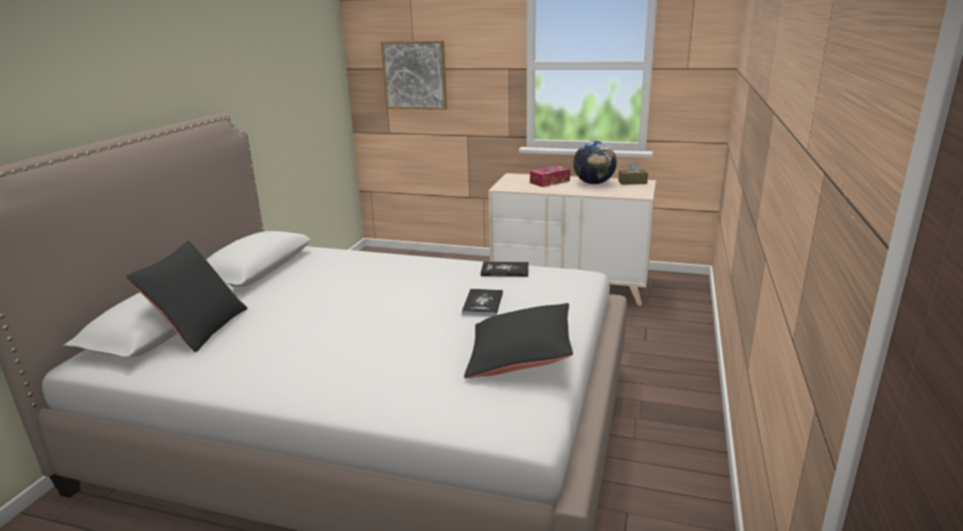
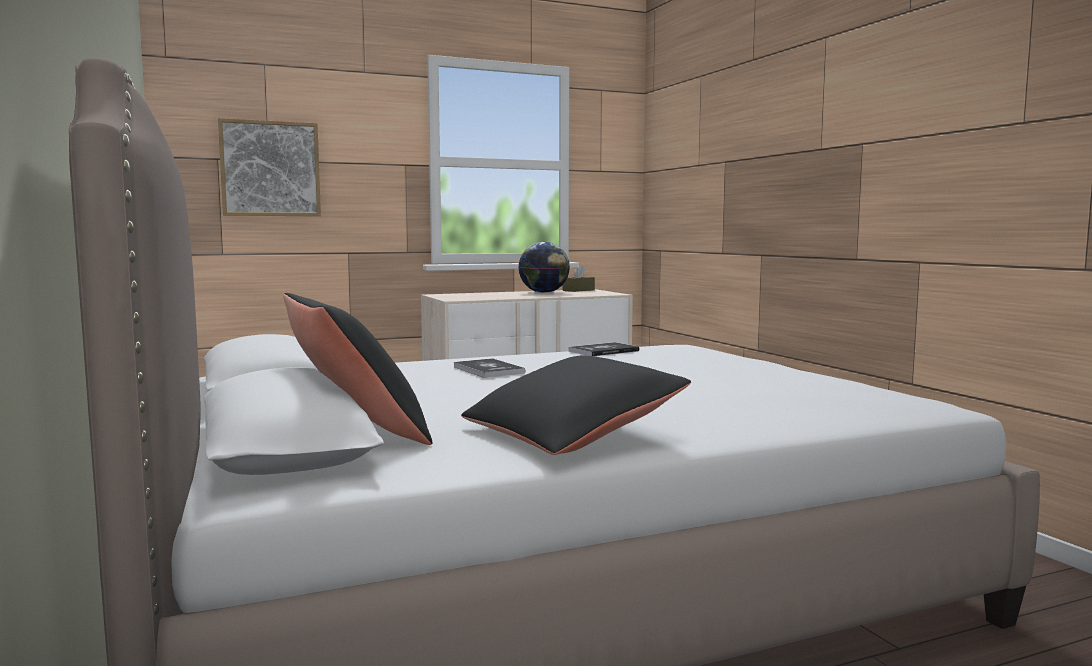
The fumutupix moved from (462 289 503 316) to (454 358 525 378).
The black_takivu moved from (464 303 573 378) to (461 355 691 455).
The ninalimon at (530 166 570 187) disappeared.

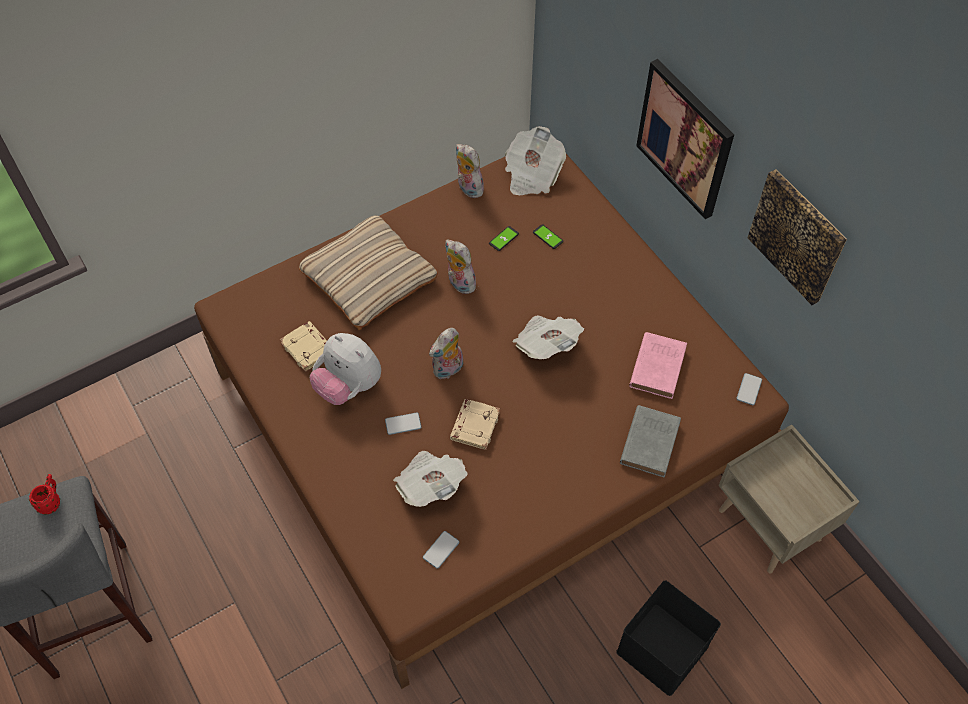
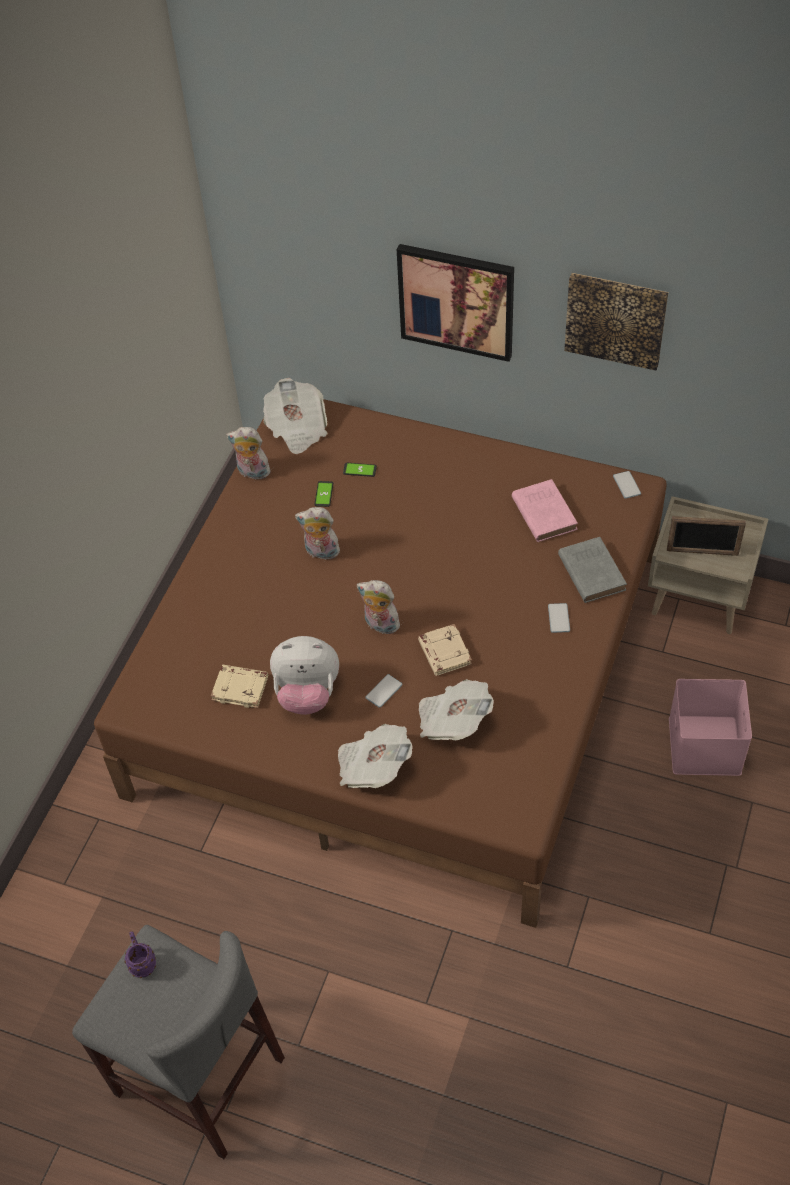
The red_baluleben at (29 474 60 515) became the purple_baluleben at (124 932 156 978).
The beige_takivu at (299 215 438 330) disappeared.
The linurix moved from (423 531 459 569) to (548 603 570 633).
The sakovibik at (429 328 463 379) turned 105 degrees clockwise.
The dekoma moved from (512 315 584 359) to (338 724 413 788).
The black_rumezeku at (616 580 721 696) became the pink_rumezeku at (669 679 752 776).
The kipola at (667 516 746 556) appeared.

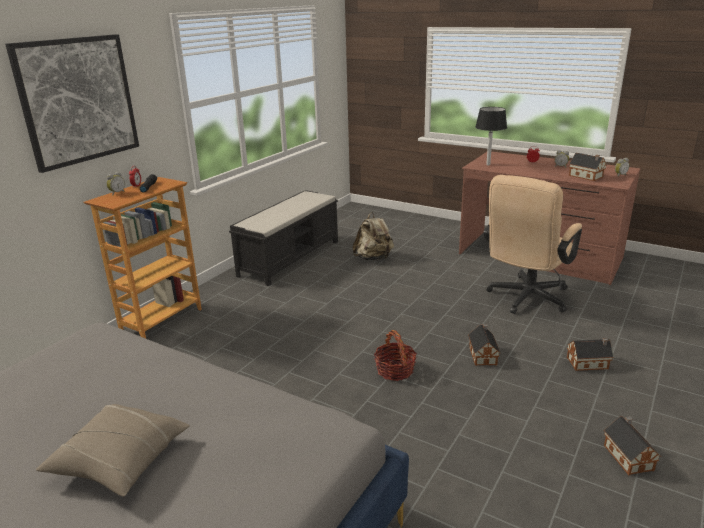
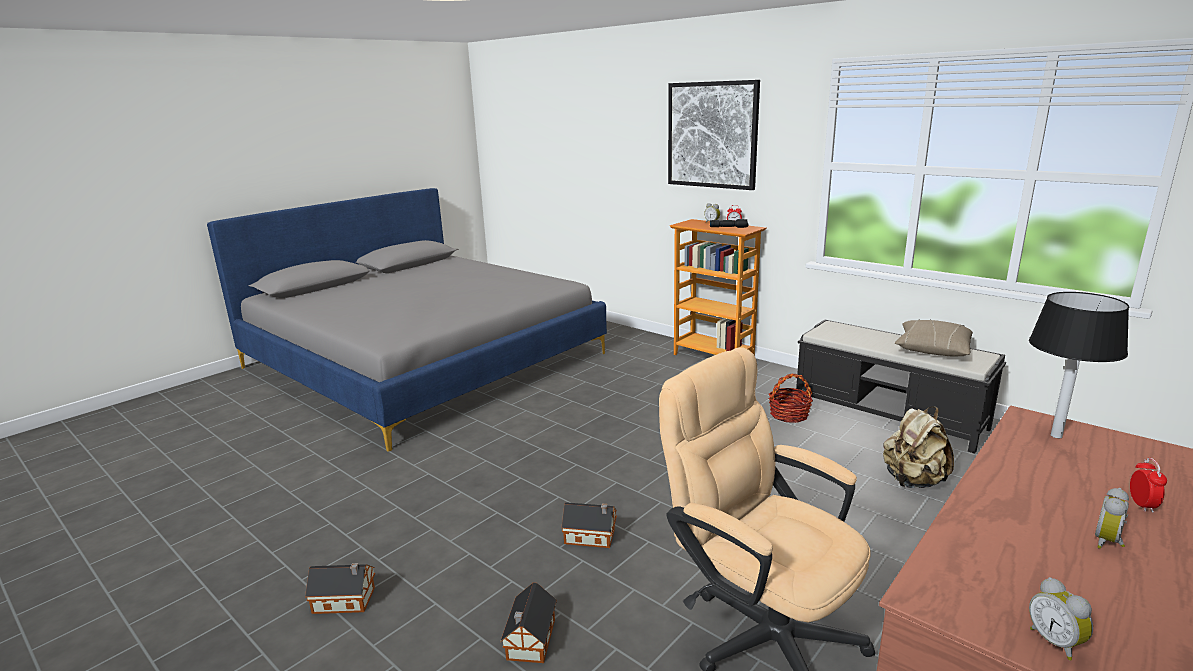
The beige_takivu moved from (36 404 190 496) to (895 319 973 356).
The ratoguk moved from (374 330 417 381) to (769 374 813 423).
The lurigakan at (569 153 607 181) disappeared.

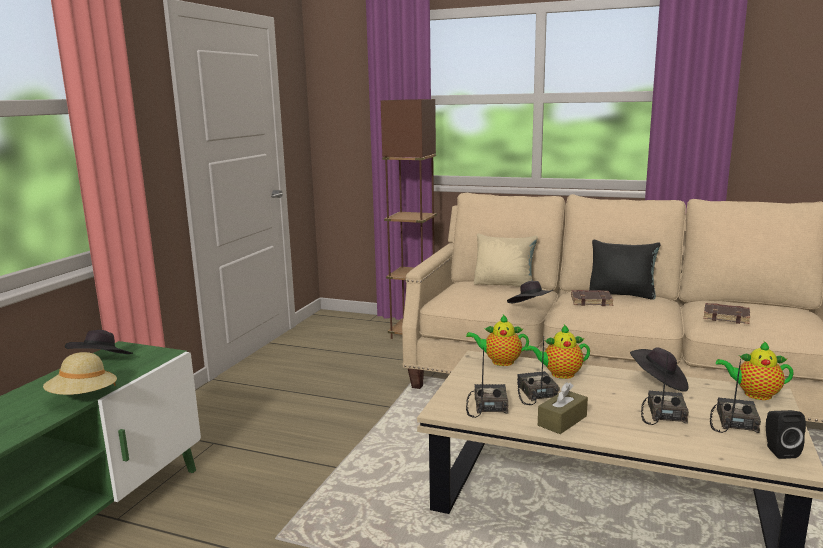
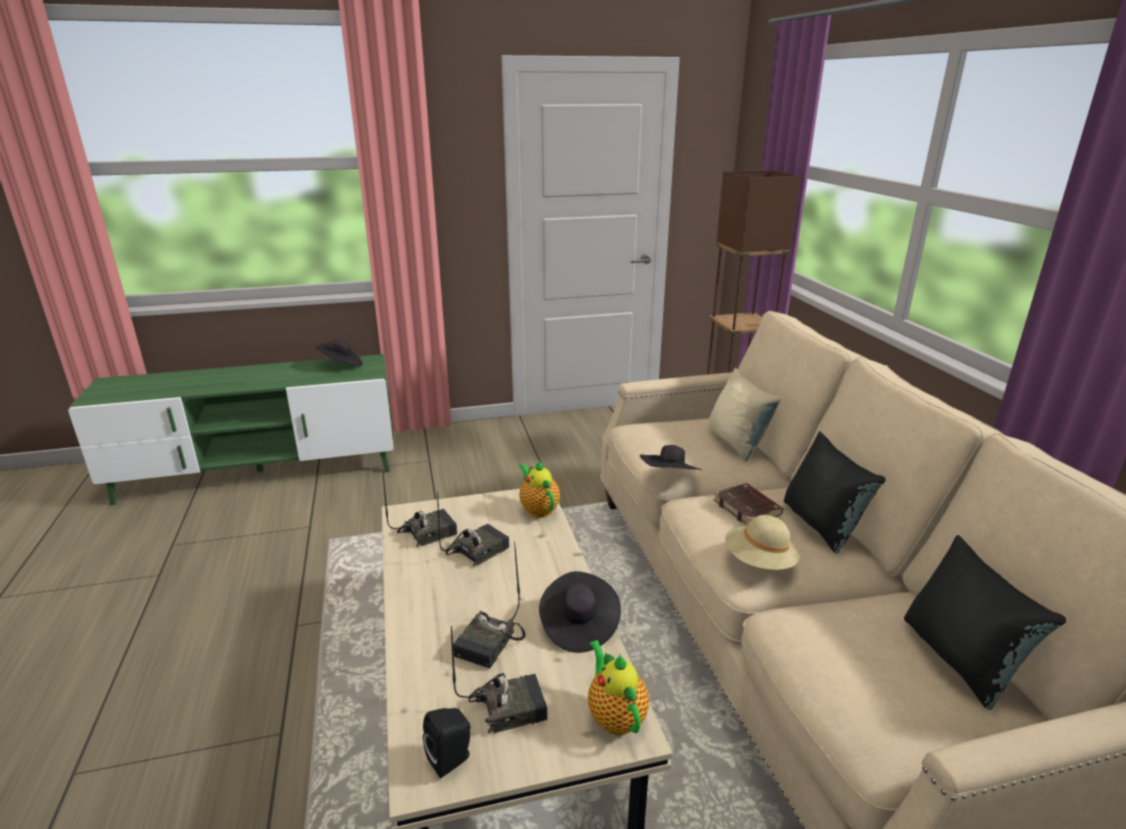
The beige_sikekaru moved from (43 352 117 395) to (725 515 799 570).
The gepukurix at (525 325 590 379) disappeared.
The brown_ninalimon at (538 382 588 434) disappeared.
The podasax at (641 355 689 425) turned 135 degrees clockwise.
The brown_fumutupix at (703 303 750 324) disappeared.
The black_takivu at (904 535 1066 710) appeared.

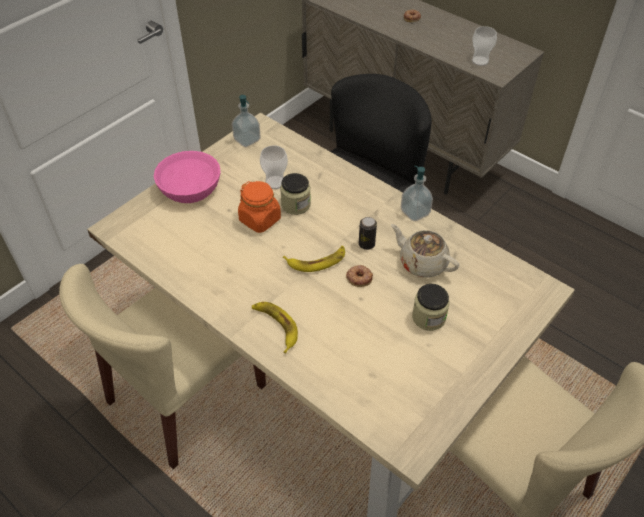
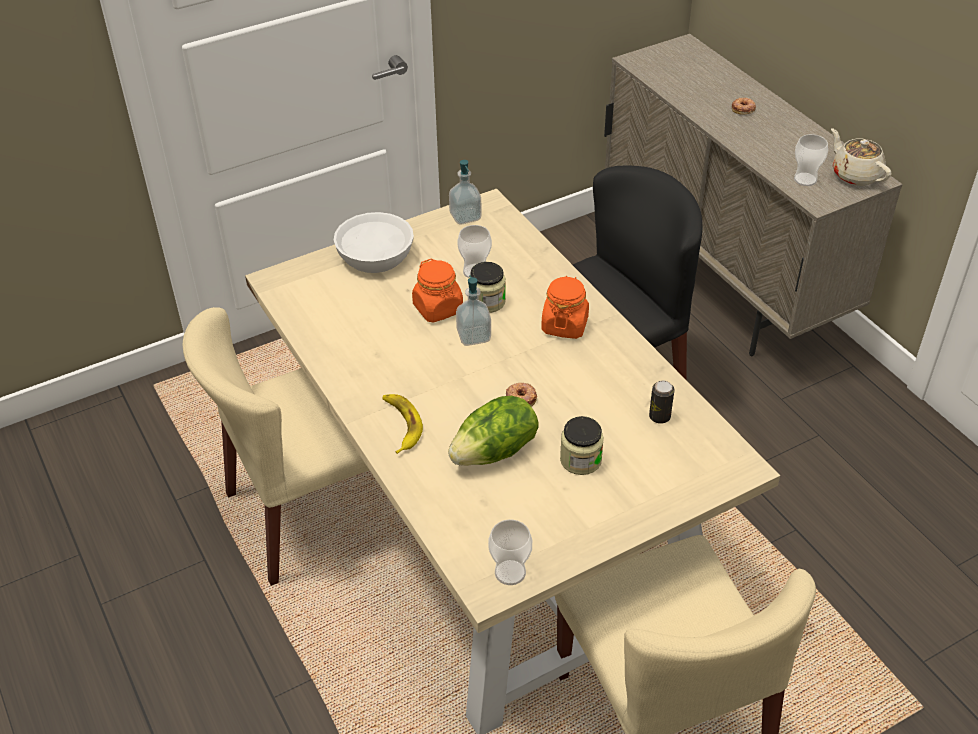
The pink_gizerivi at (154 151 221 203) became the white_gizerivi at (334 212 414 273).
The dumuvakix at (283 246 345 272) disappeared.
The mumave moved from (359 217 377 250) to (649 381 675 424).
The beige_gepukurix moved from (391 224 460 278) to (831 128 891 186).
The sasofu moved from (401 166 433 221) to (456 275 491 346).
The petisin at (448 396 539 466) appeared.
The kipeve at (488 520 532 585) appeared.
The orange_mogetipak at (541 276 589 339) appeared.

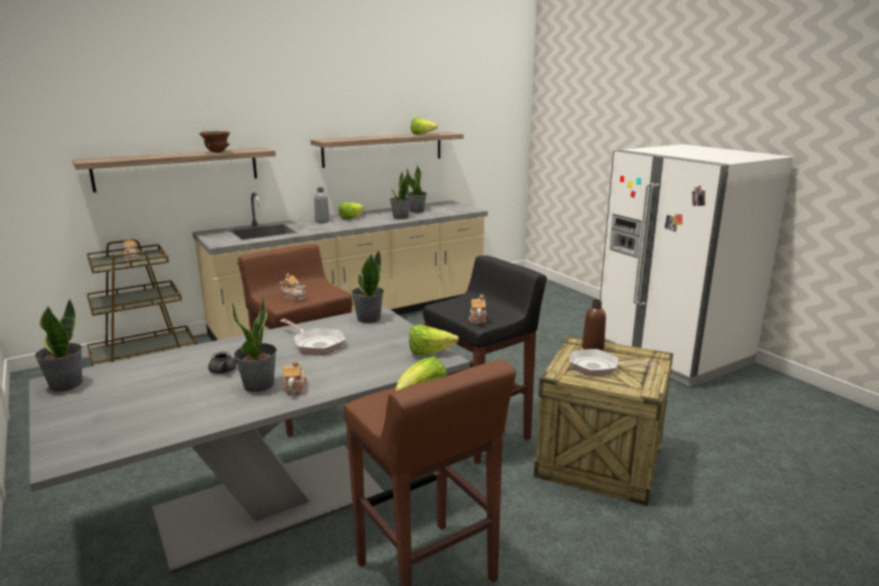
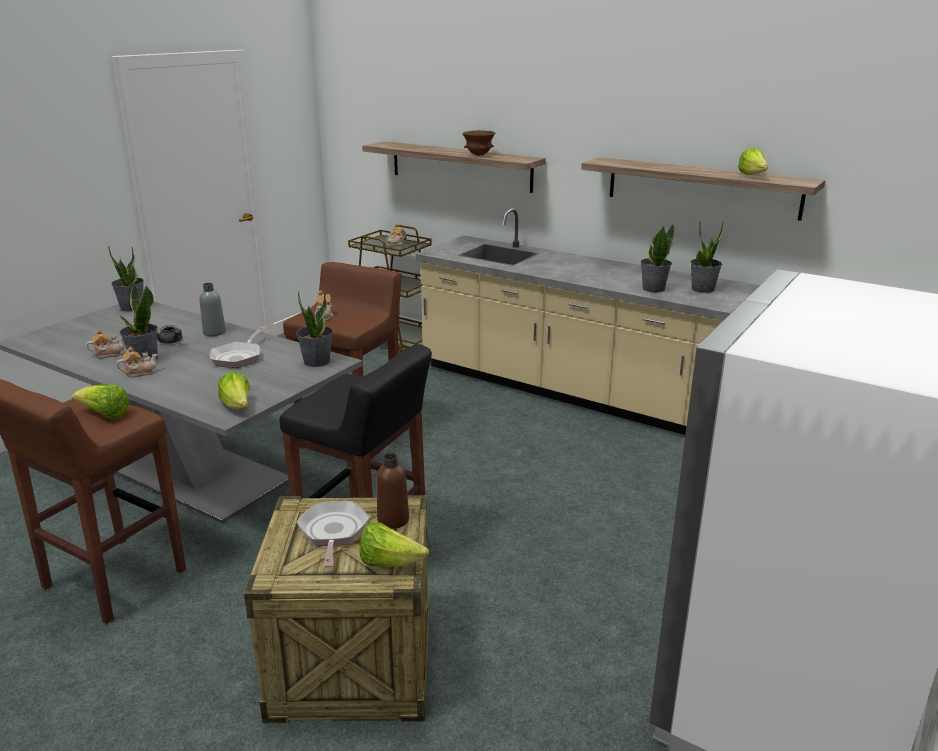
The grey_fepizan moved from (314 187 330 223) to (200 283 226 336).
The petisin moved from (339 202 364 220) to (360 522 429 567).
The gepukurix moved from (468 294 487 324) to (86 329 125 358).

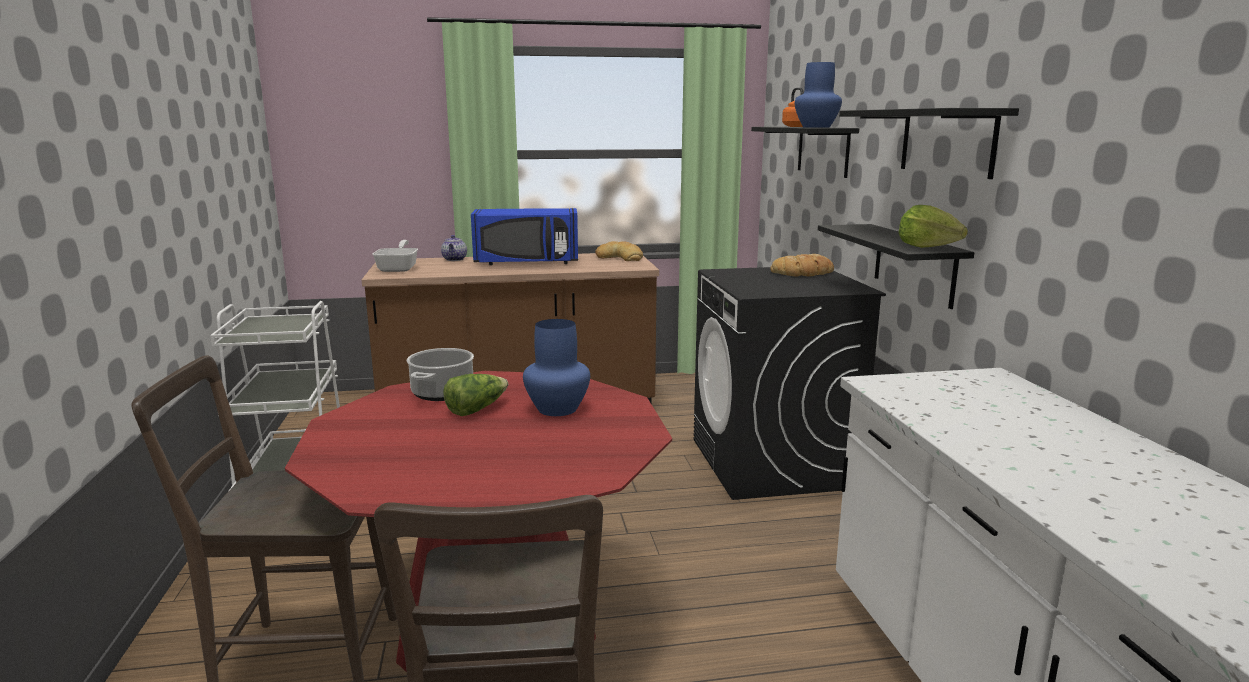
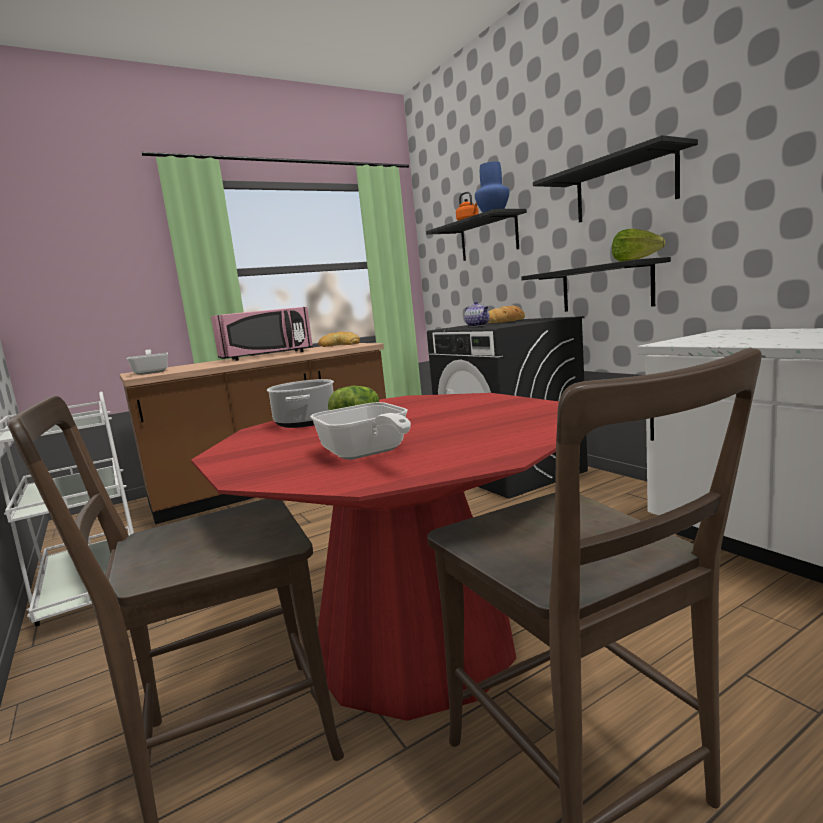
The gepukurix moved from (441 235 467 261) to (464 301 490 327).
The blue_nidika at (471 208 578 265) became the pink_nidika at (211 307 313 361).
The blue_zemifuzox at (523 319 590 416) disappeared.
The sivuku at (310 402 411 460) appeared.

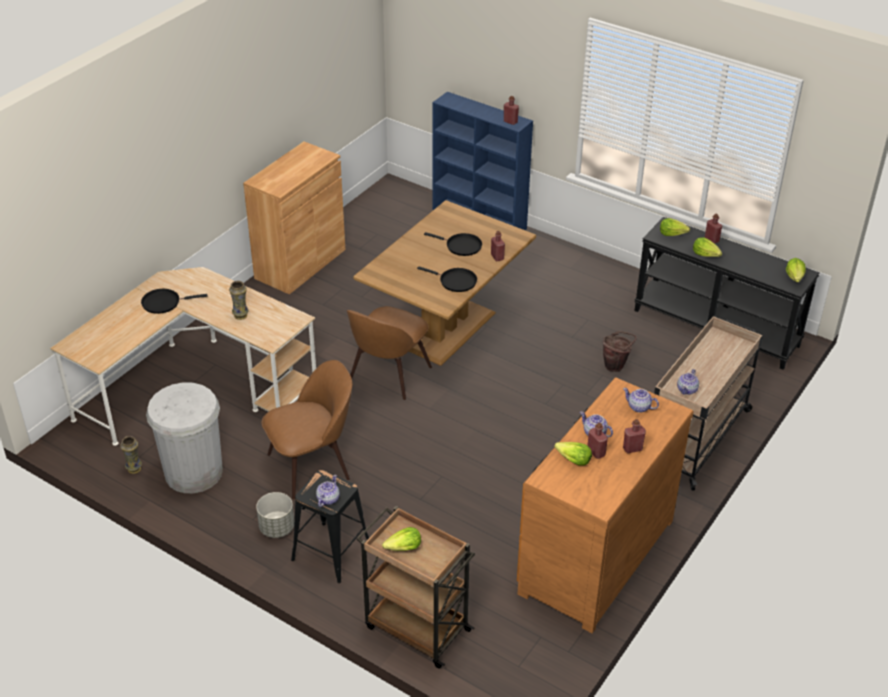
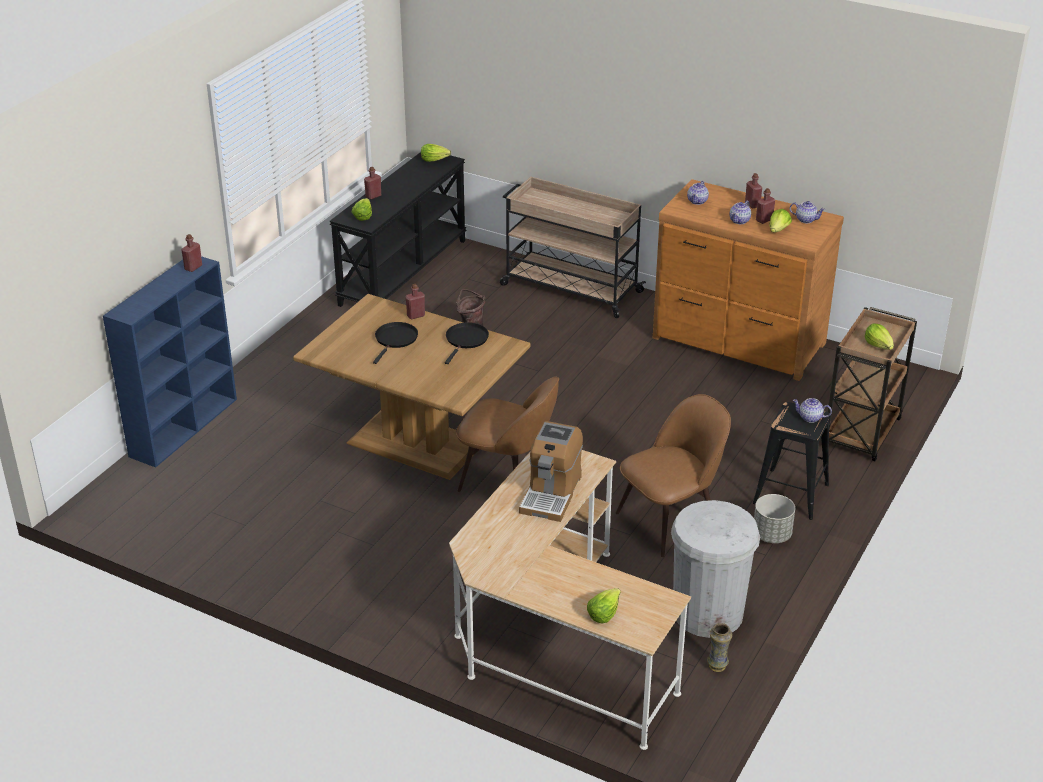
The black_sivuku at (141 289 207 314) disappeared.
The zemifuzox at (229 281 248 320) was replaced by the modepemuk at (519 421 583 522).
The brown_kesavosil at (243 142 345 294) disappeared.
The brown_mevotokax at (262 360 352 499) turned 90 degrees clockwise.
The gepukurix moved from (677 369 699 395) to (790 201 825 223).
The petisin moved from (693 237 722 257) to (587 588 621 623).

